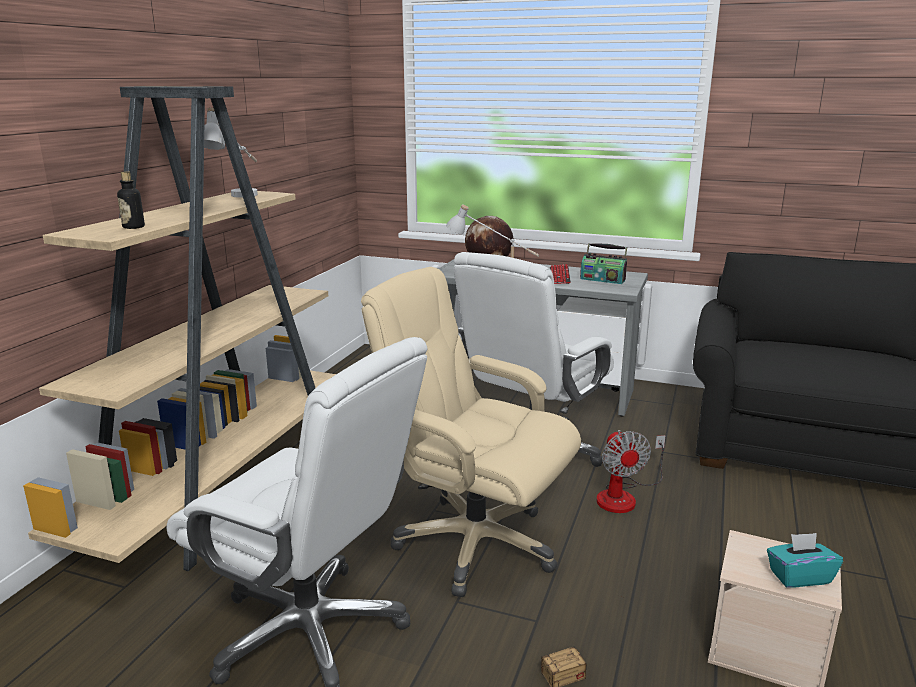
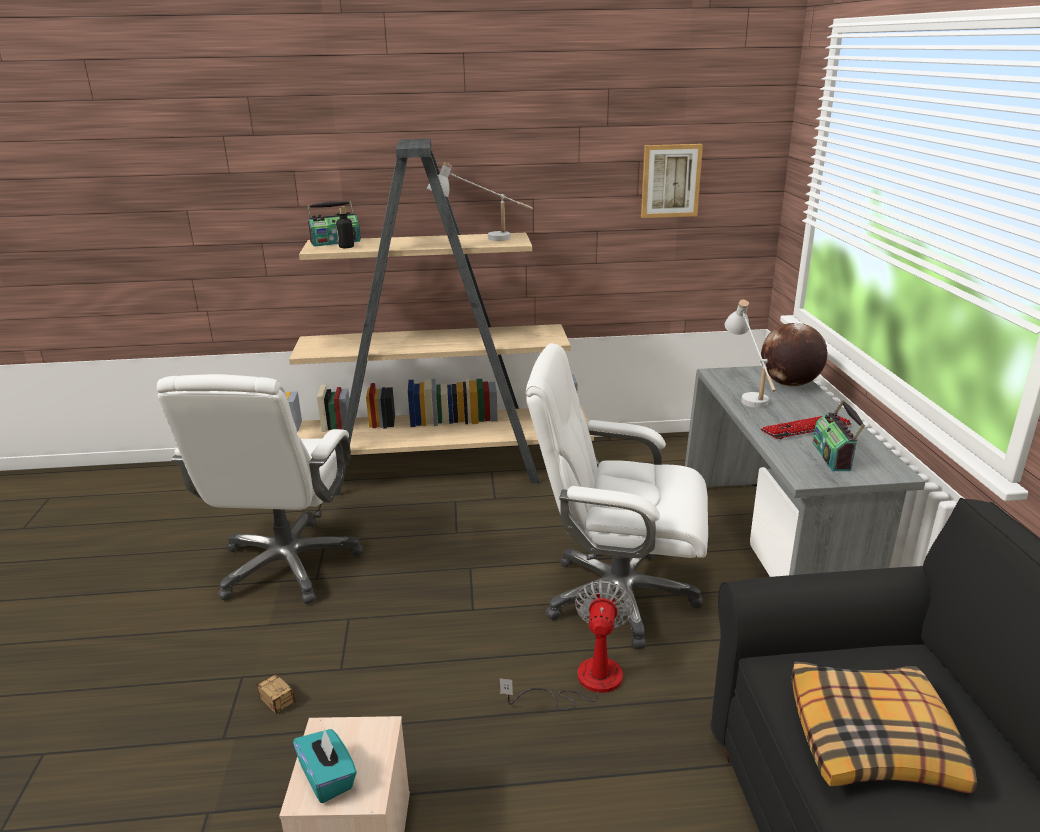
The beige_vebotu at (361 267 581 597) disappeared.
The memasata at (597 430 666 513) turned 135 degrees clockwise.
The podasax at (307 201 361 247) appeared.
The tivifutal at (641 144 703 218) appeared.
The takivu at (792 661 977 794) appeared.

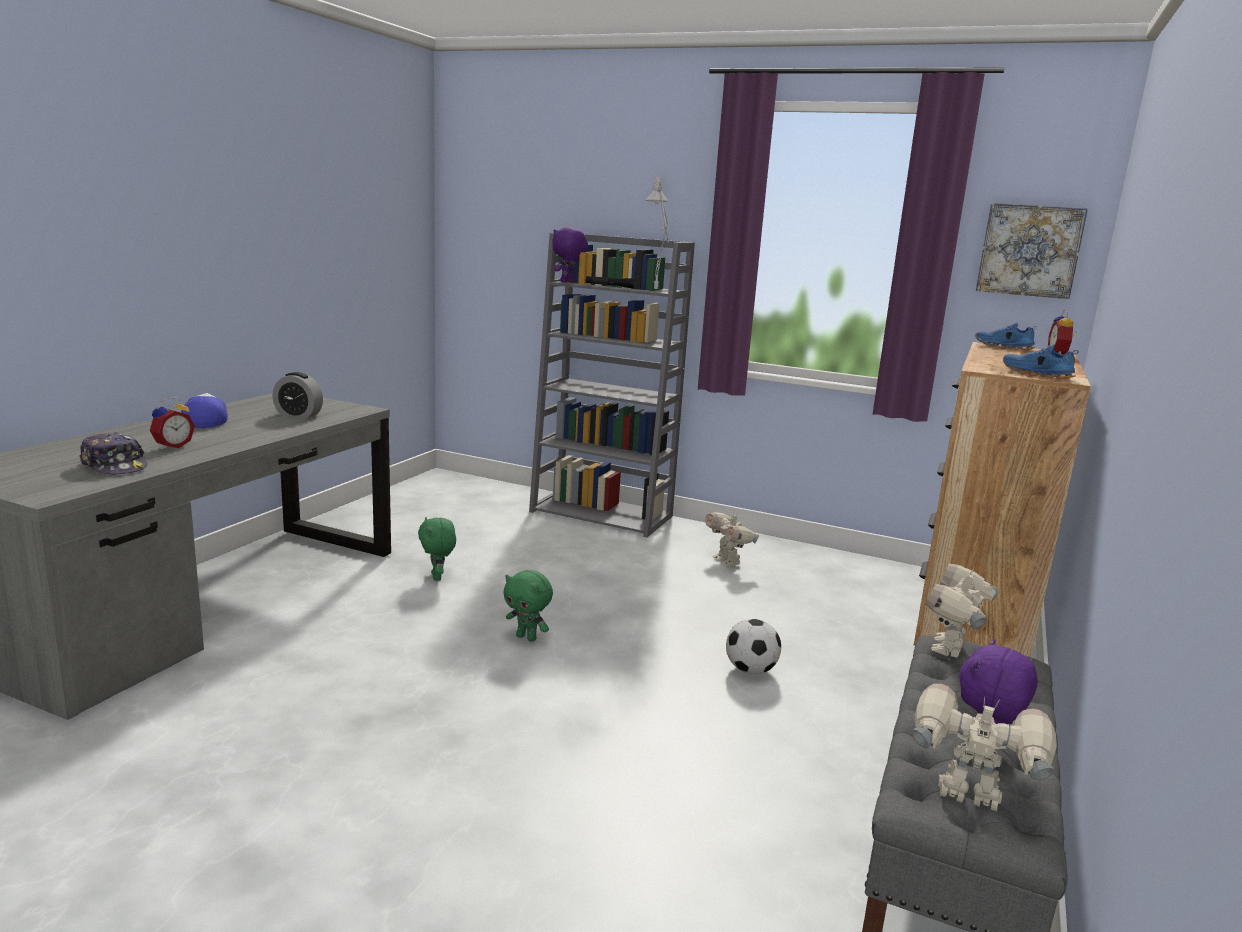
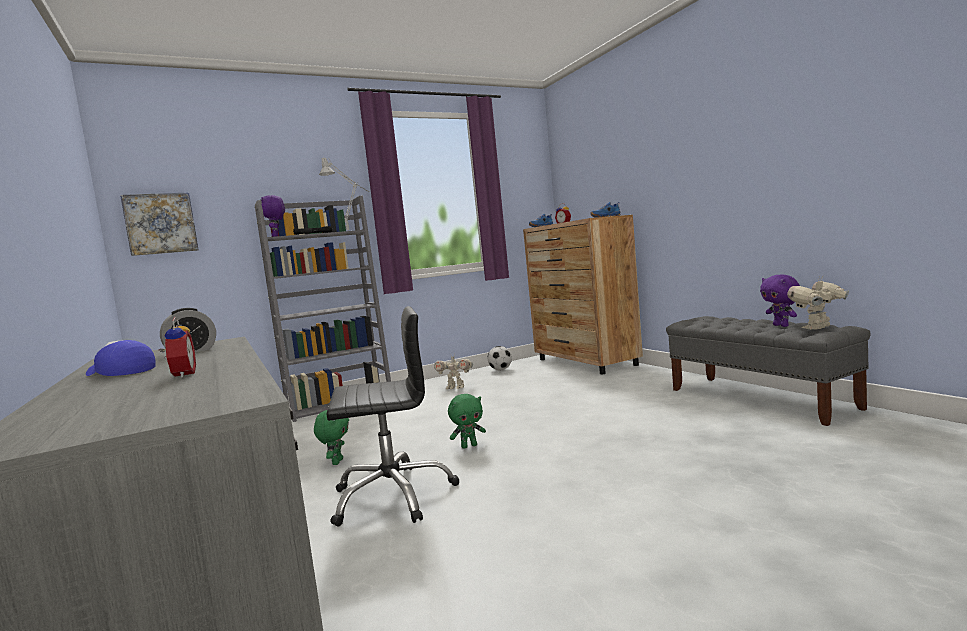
The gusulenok at (79 432 147 474) disappeared.
The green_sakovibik at (418 517 456 581) turned 105 degrees counterclockwise.
The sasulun moved from (726 619 781 674) to (487 346 512 370).
The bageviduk at (926 564 998 658) disappeared.
The tivifutal moved from (976 203 1088 299) to (120 192 199 256).
The black_vebotu at (326 306 459 527) appeared.

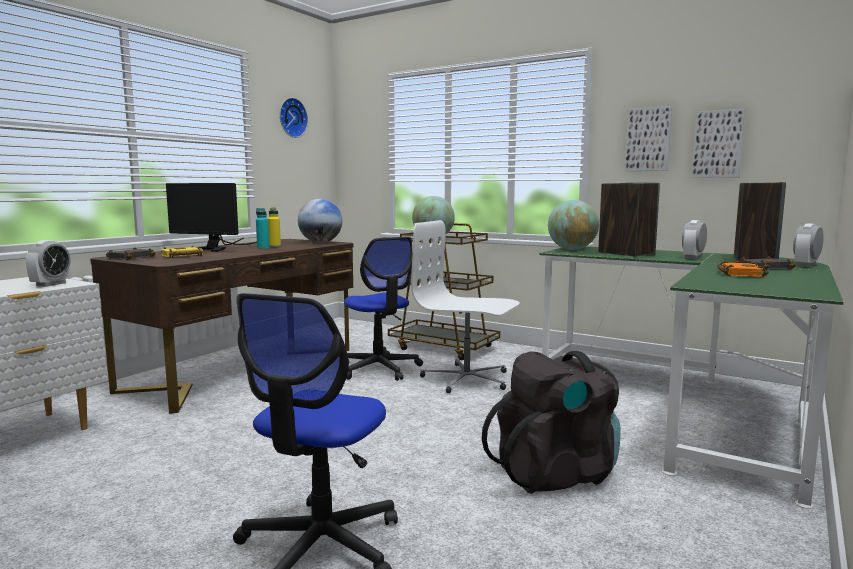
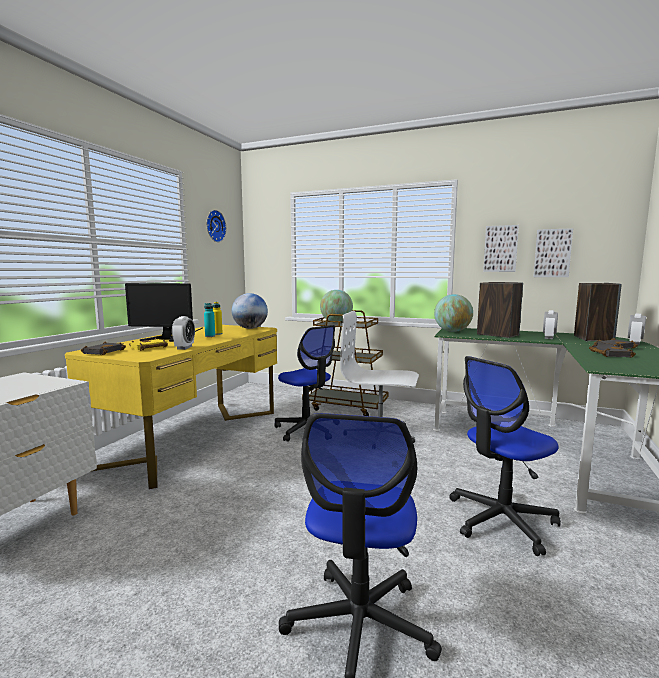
The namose moved from (26 240 71 287) to (172 316 195 350).
The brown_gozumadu at (90 239 353 414) became the yellow_gozumadu at (65 325 277 489).
The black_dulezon at (482 351 620 494) was replaced by the vebotu at (449 356 561 556).
The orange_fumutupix at (717 260 769 278) became the black_fumutupix at (589 344 636 358).

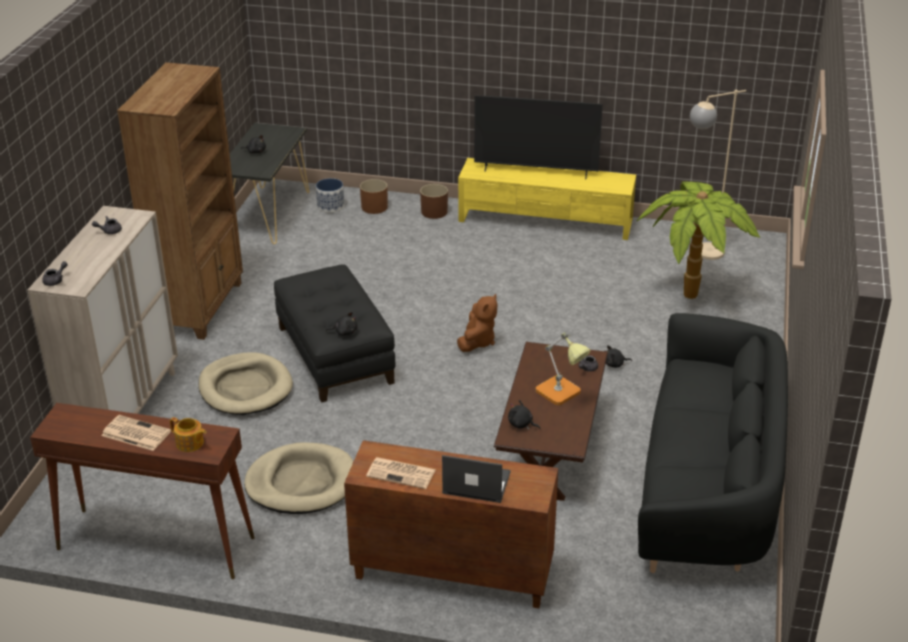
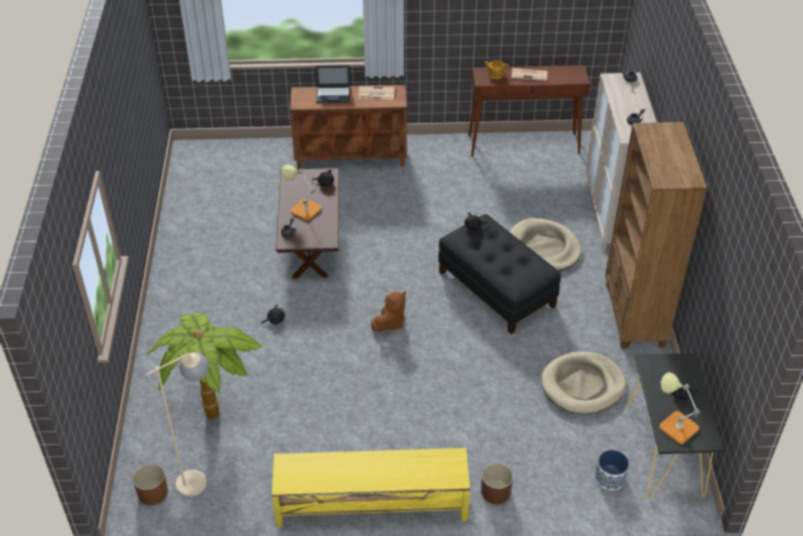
The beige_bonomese moved from (244 442 354 514) to (541 351 626 414).
The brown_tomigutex moved from (360 179 388 214) to (133 464 168 505).
The brown_sakovibik at (457 294 497 352) turned 150 degrees counterclockwise.
The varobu at (474 95 603 179) disappeared.
The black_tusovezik at (638 313 788 573) disappeared.
The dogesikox at (659 372 700 444) appeared.

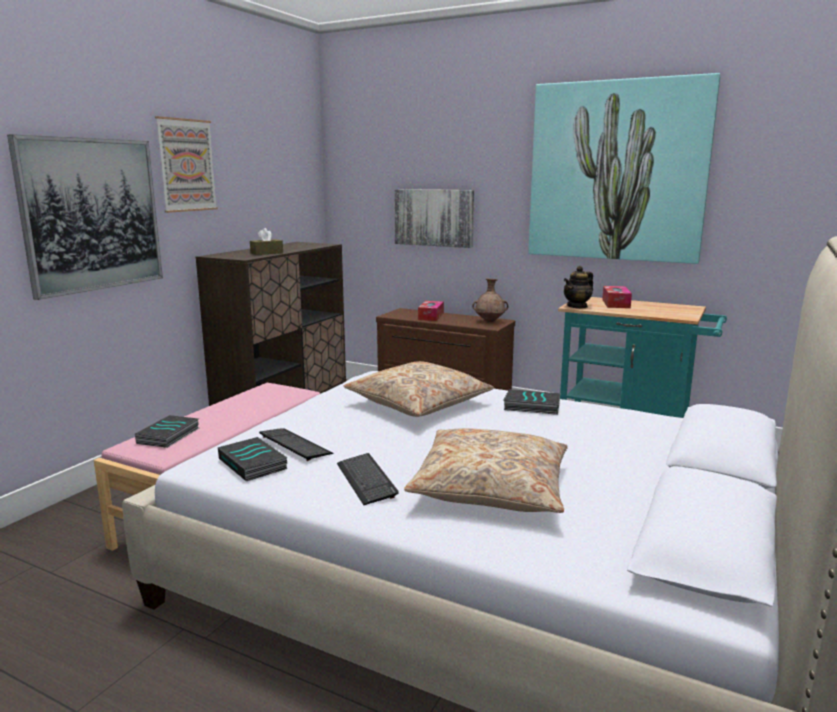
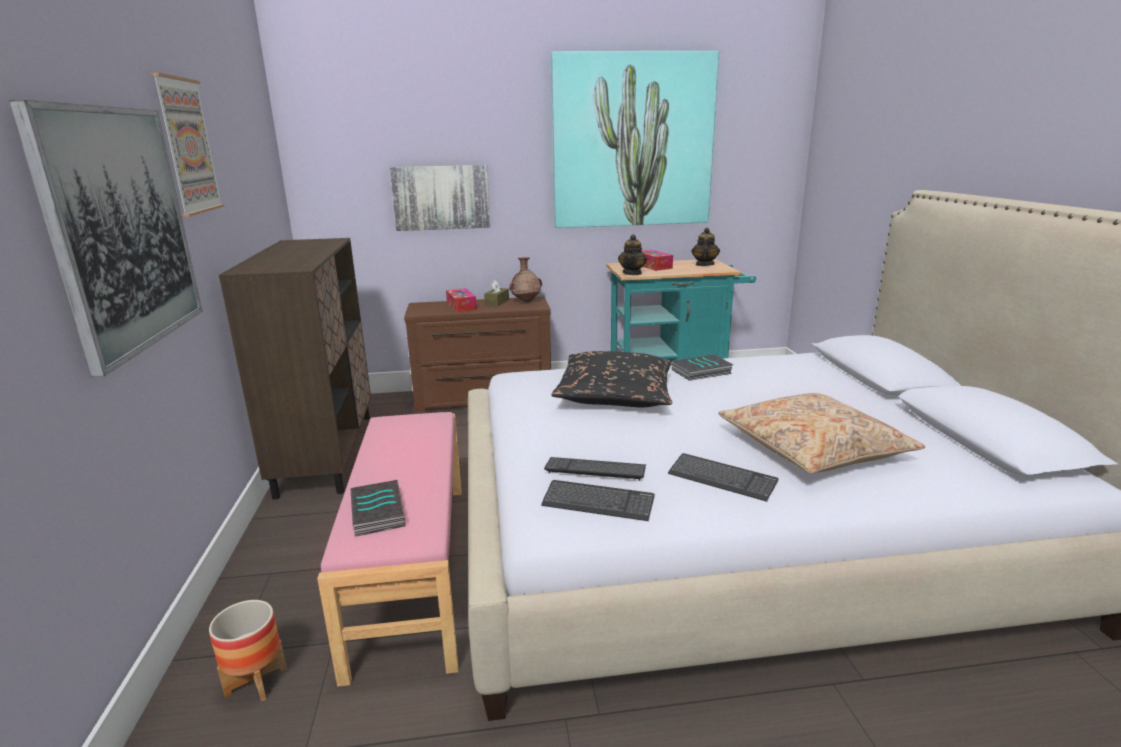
The fumutupix at (218 437 288 481) was replaced by the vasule at (541 480 655 521).
The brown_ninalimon moved from (250 228 283 255) to (484 280 509 306).
The beige_takivu at (343 361 494 417) became the black_takivu at (551 351 672 407).
The tomigutex at (209 600 287 702) appeared.
The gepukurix at (692 228 720 266) appeared.

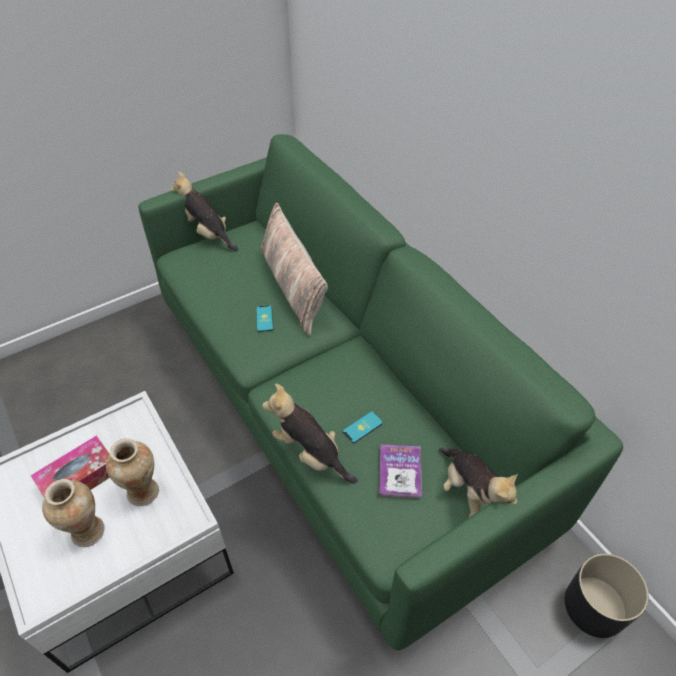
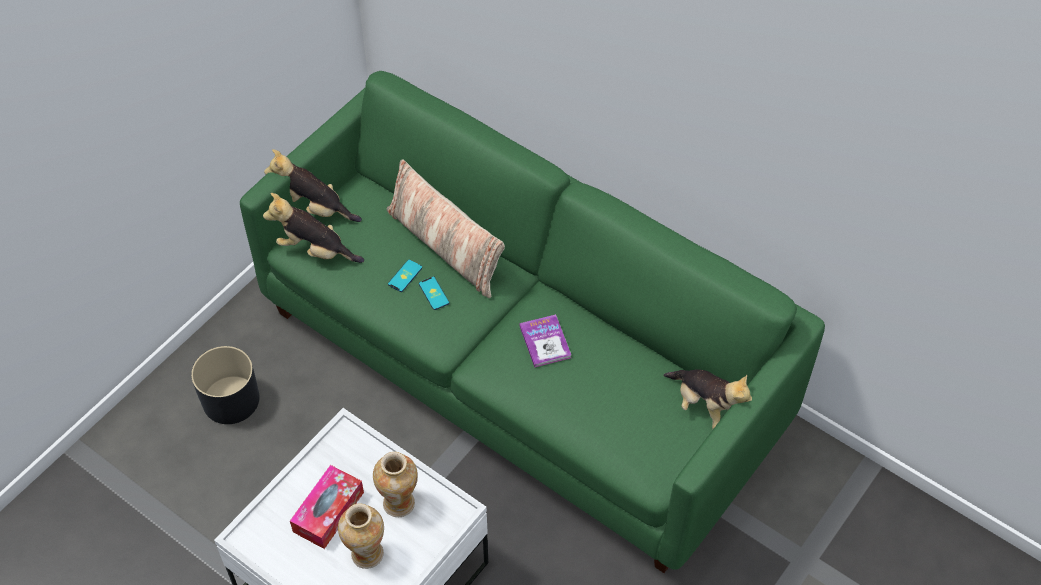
The sakovibik moved from (262 383 357 483) to (263 193 364 263).
The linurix moved from (343 411 383 443) to (388 259 422 292).
The fumutupix moved from (379 444 422 498) to (519 314 571 368).
The black_tomigutex moved from (565 553 649 638) to (191 346 259 424).

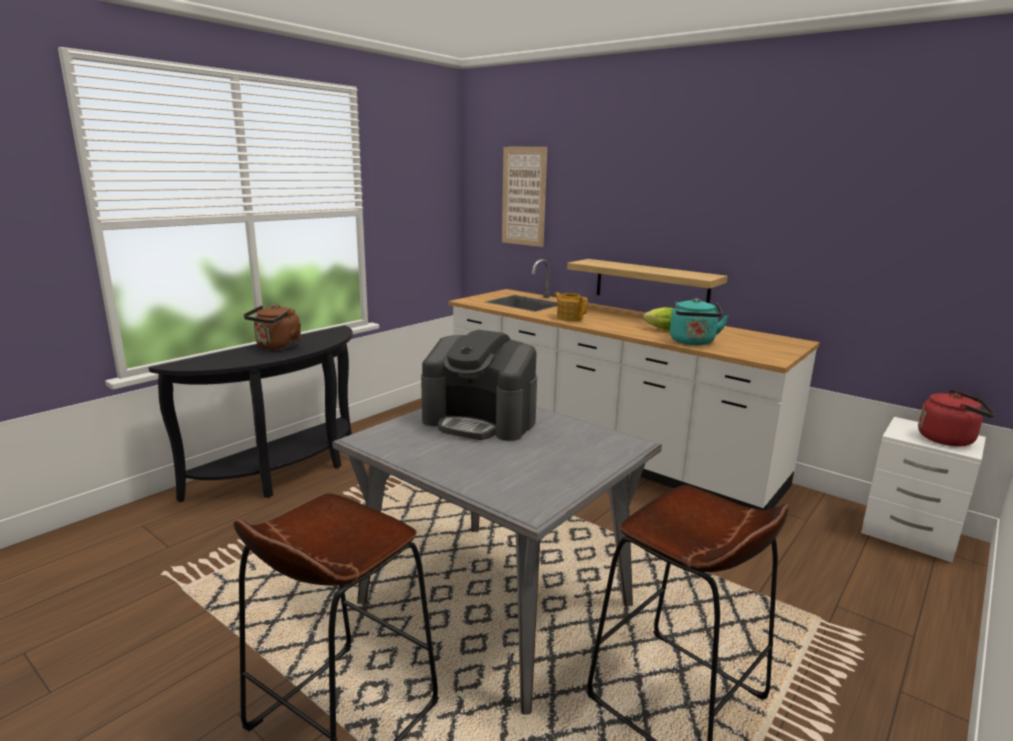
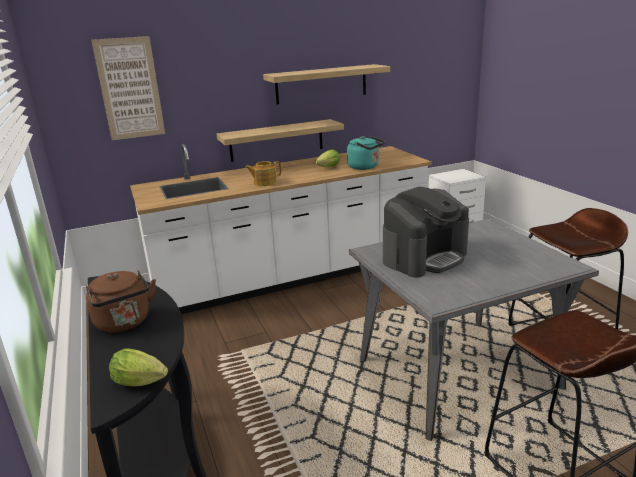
The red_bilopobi at (918 390 995 446) disappeared.
The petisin at (109 348 168 386) appeared.
The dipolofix at (263 64 390 105) appeared.

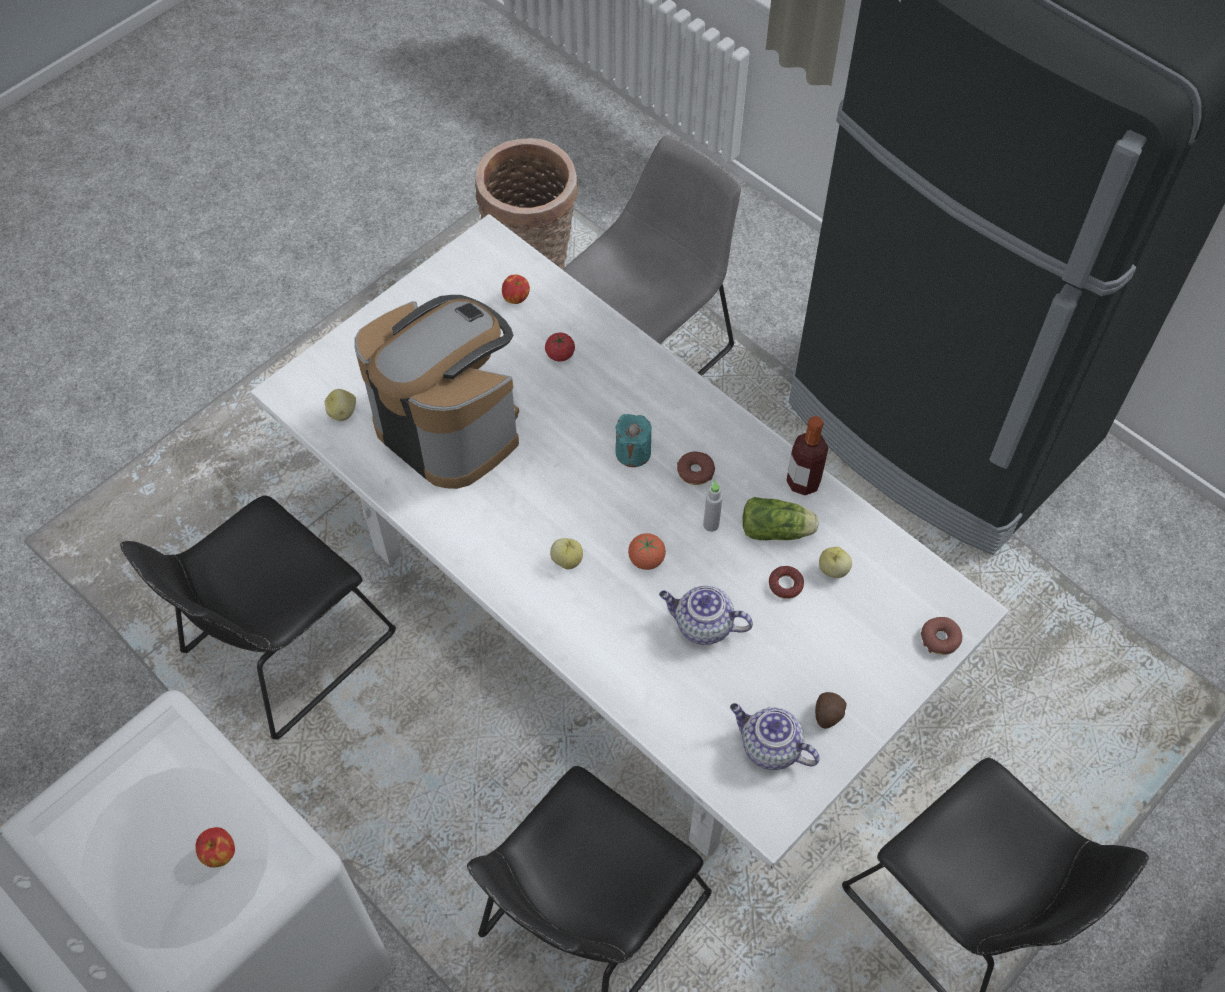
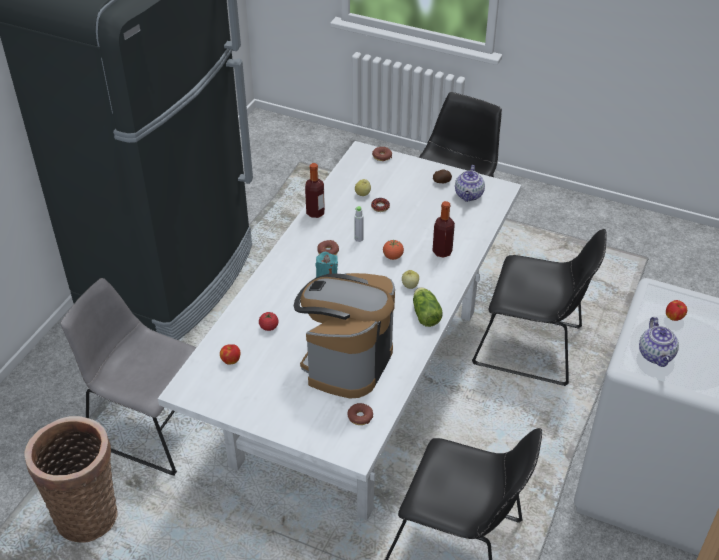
The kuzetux at (325 389 356 421) was replaced by the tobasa at (347 403 373 425).
The gepukurix moved from (659 586 753 645) to (639 317 679 367).
The petisin moved from (742 497 819 540) to (413 287 443 327).
The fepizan at (433 201 455 258) appeared.

